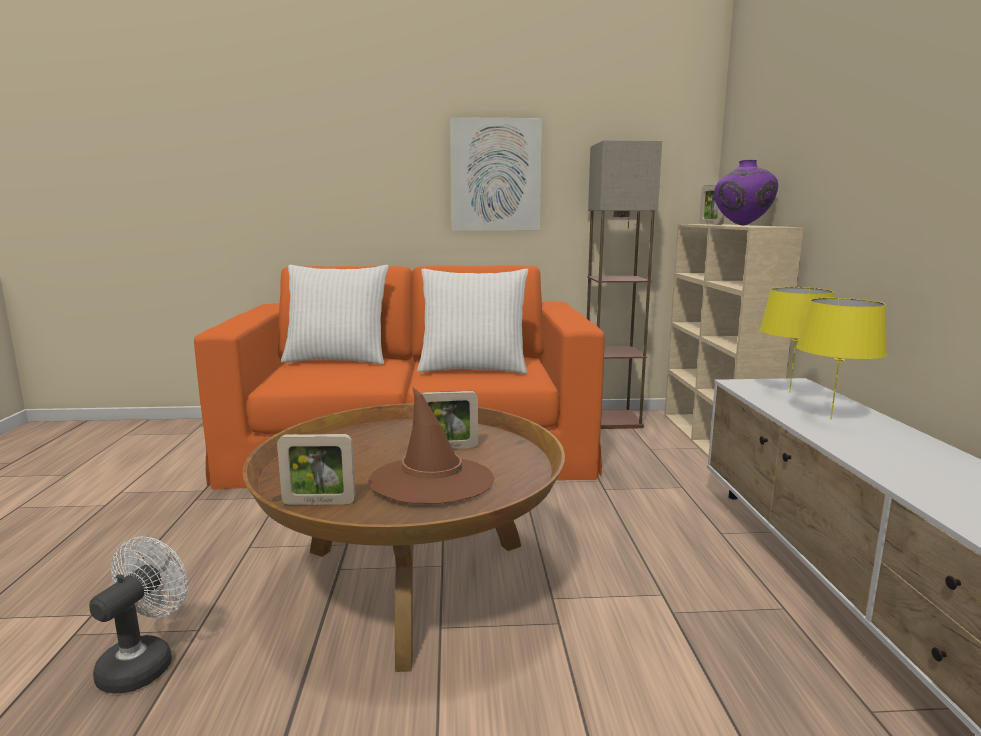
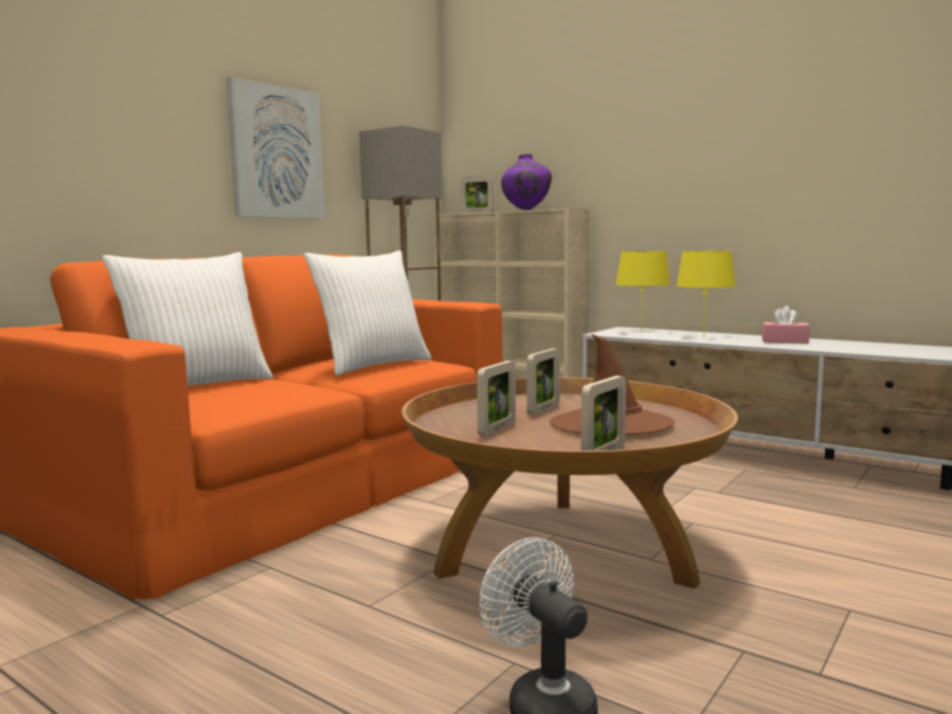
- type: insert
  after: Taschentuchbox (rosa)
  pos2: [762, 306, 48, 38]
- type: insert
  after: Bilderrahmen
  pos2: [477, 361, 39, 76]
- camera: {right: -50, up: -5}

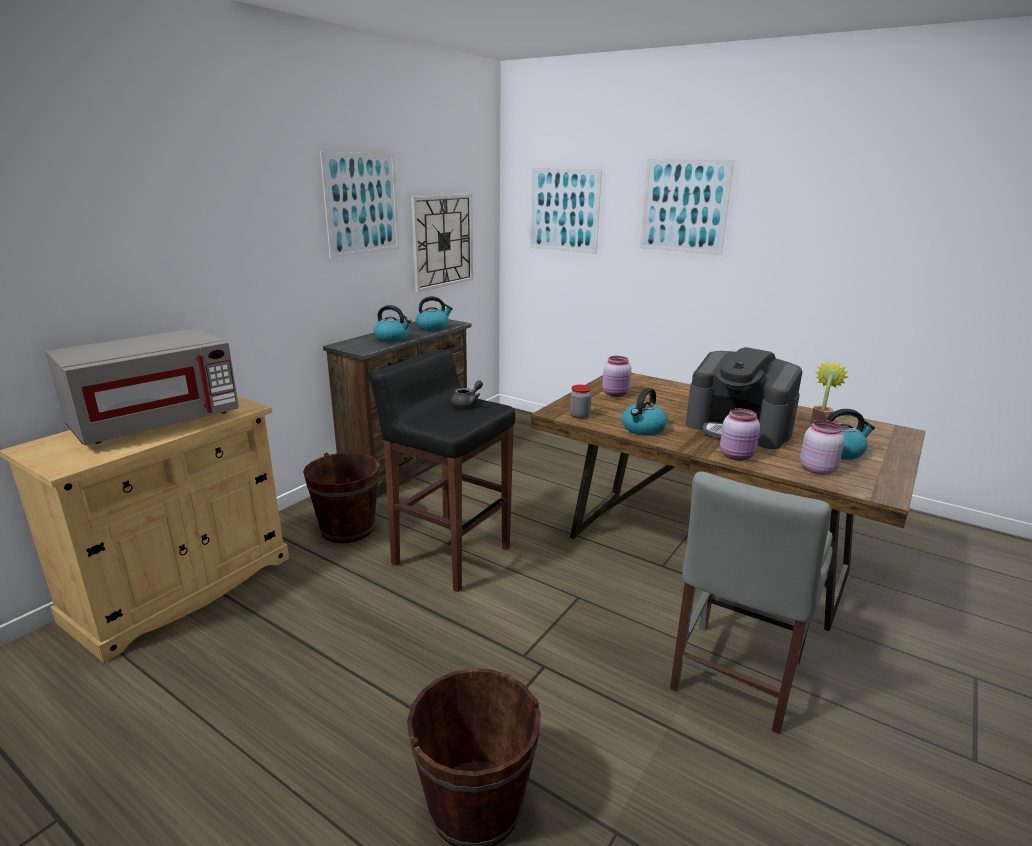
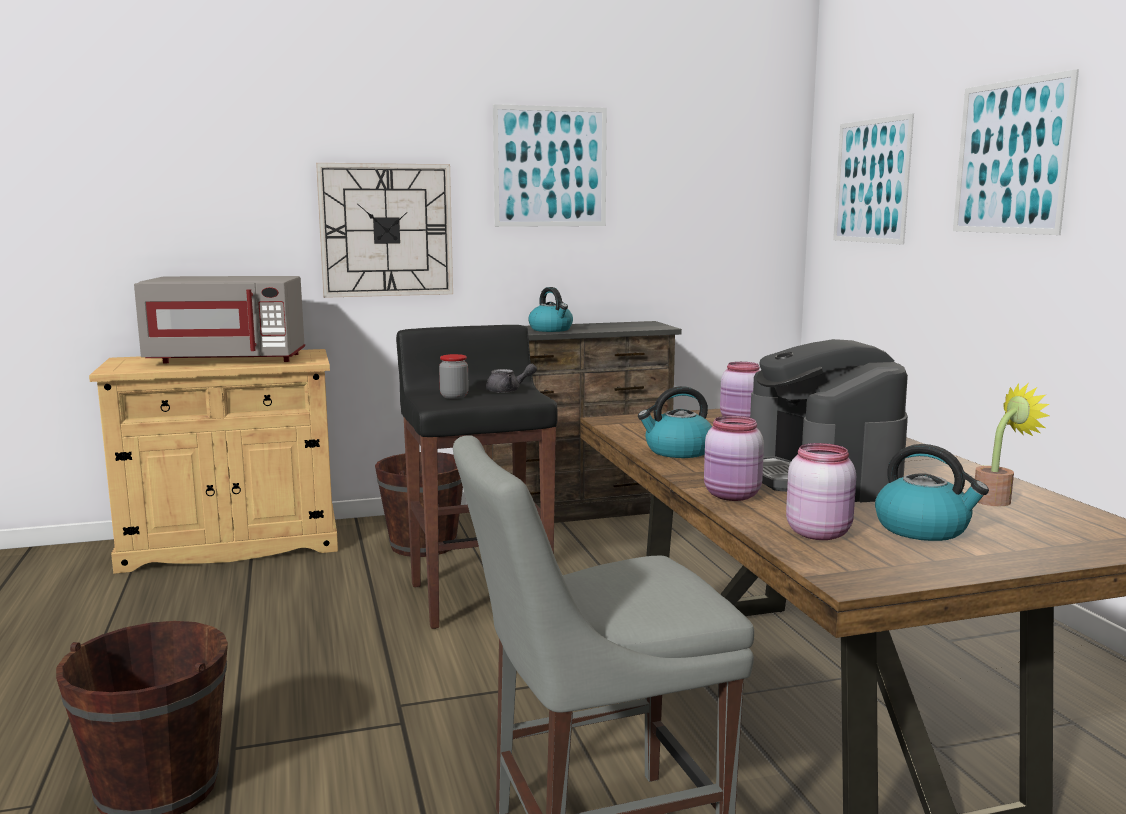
- type: move
  before: Wanduhr
  pos1: [411, 194, 62, 98]
  pos2: [316, 163, 137, 135]
- type: delete
  before: Wasserkessel
  pos1: [416, 296, 37, 35]
- type: move
  before: Vorratsglas
  pos1: [570, 385, 22, 34]
  pos2: [439, 354, 30, 45]
- camera: {right: 40, up: -10}

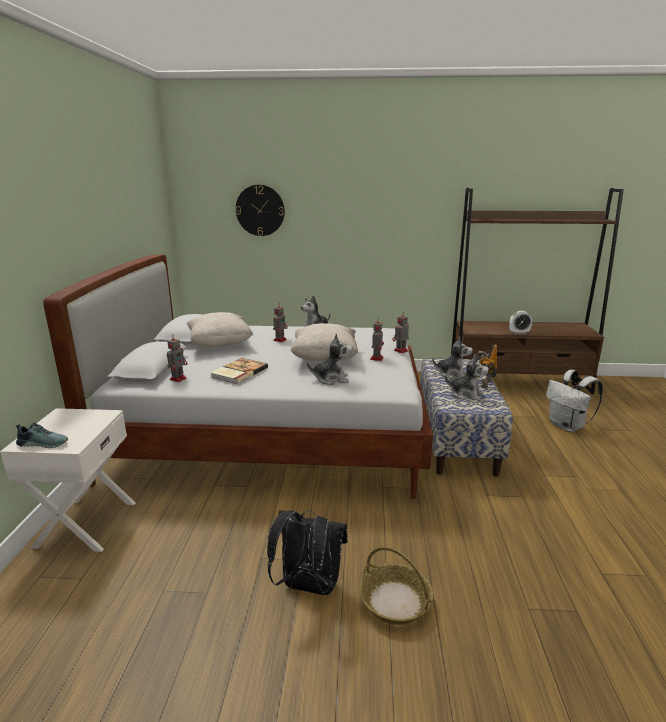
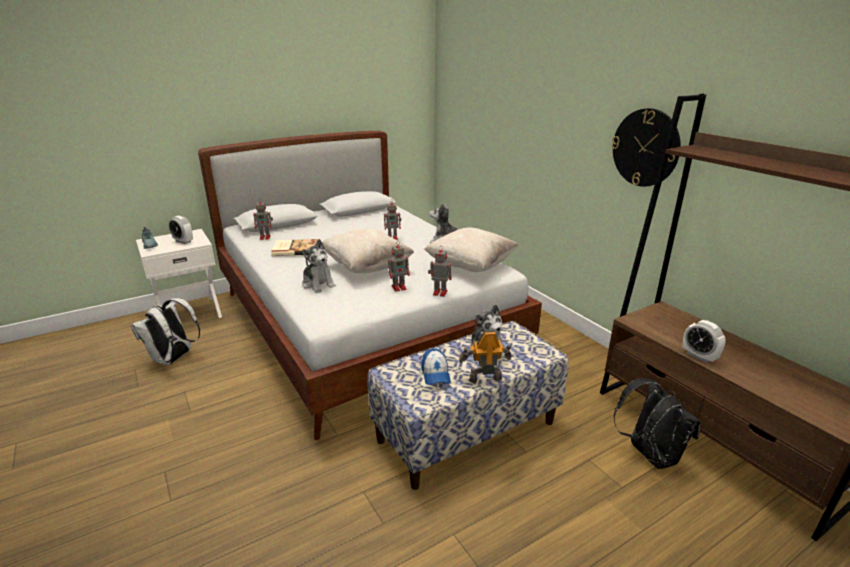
- type: move
  before: Wanduhr
  pos1: [235, 185, 50, 51]
  pos2: [612, 108, 69, 79]
- type: move
  before: Kissen (beige)
  pos1: [187, 312, 66, 35]
  pos2: [424, 228, 94, 44]
- type: replace
  before: Plüschtier
  after: Kappe
  pos1: [445, 354, 44, 47]
  pos2: [421, 348, 30, 37]
- type: move
  before: Rucksack (weiß)
  pos1: [546, 370, 57, 62]
  pos2: [131, 298, 69, 67]
- type: move
  before: Rucksack (schwarz)
  pos1: [267, 510, 81, 85]
  pos2: [614, 378, 87, 91]
- type: delete
  before: Korb
  pos1: [359, 547, 74, 78]
- type: insert
  after: Wecker
  pos2: [169, 216, 24, 28]
- camera: {right: 55, up: 5}

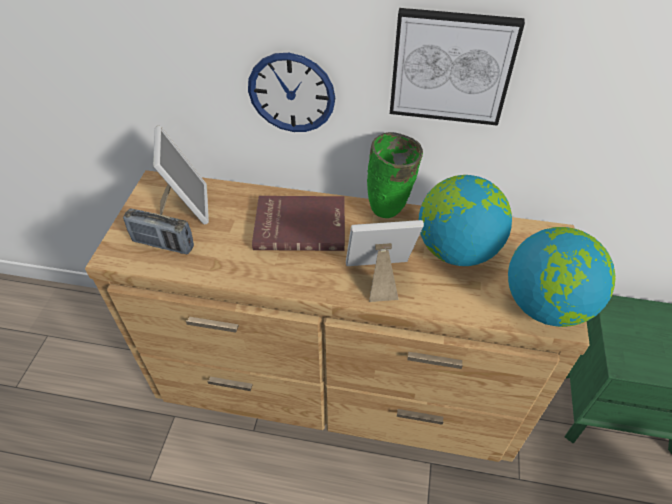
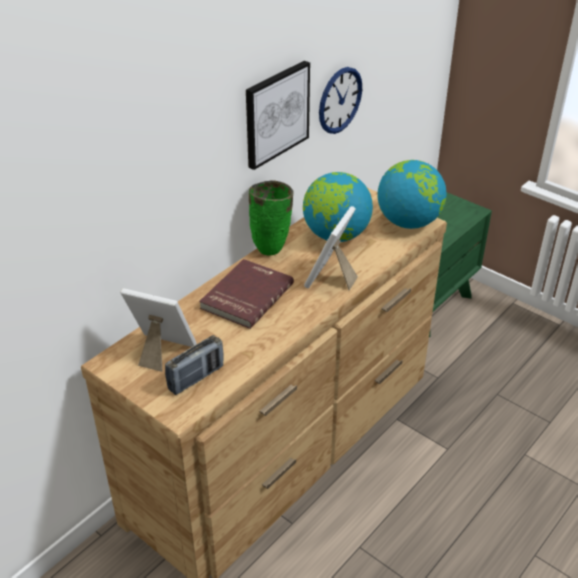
- type: move
  before: Wanduhr
  pos1: [248, 53, 87, 79]
  pos2: [319, 67, 43, 67]
- camera: {right: -60, up: -10}

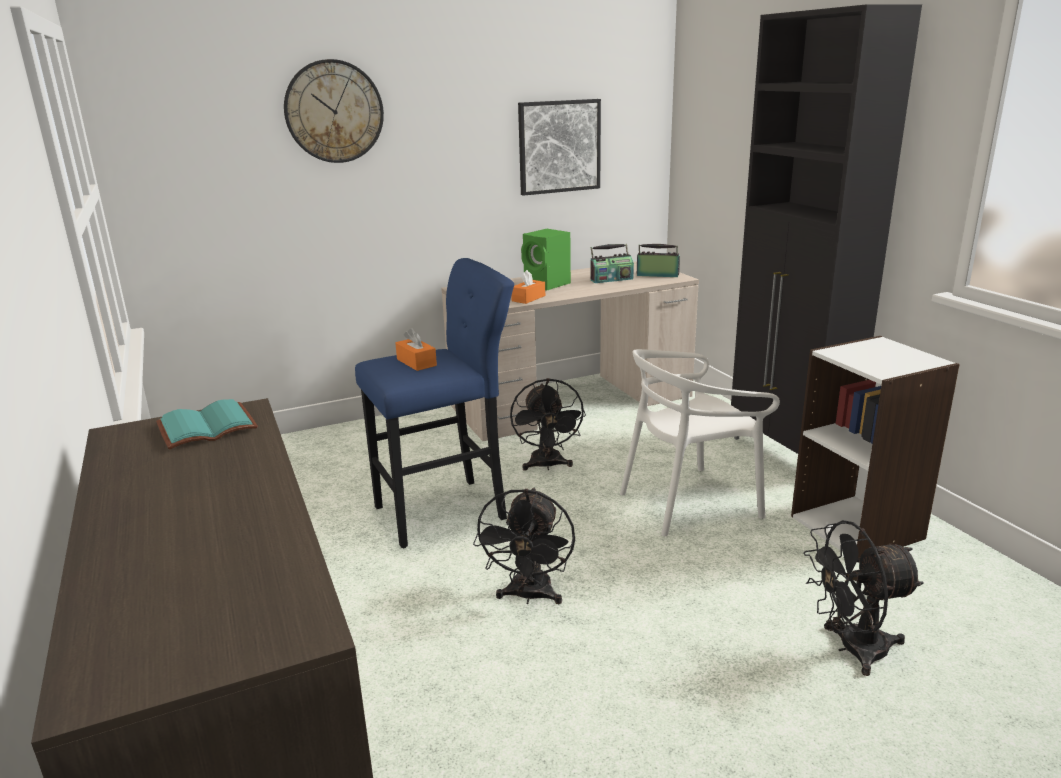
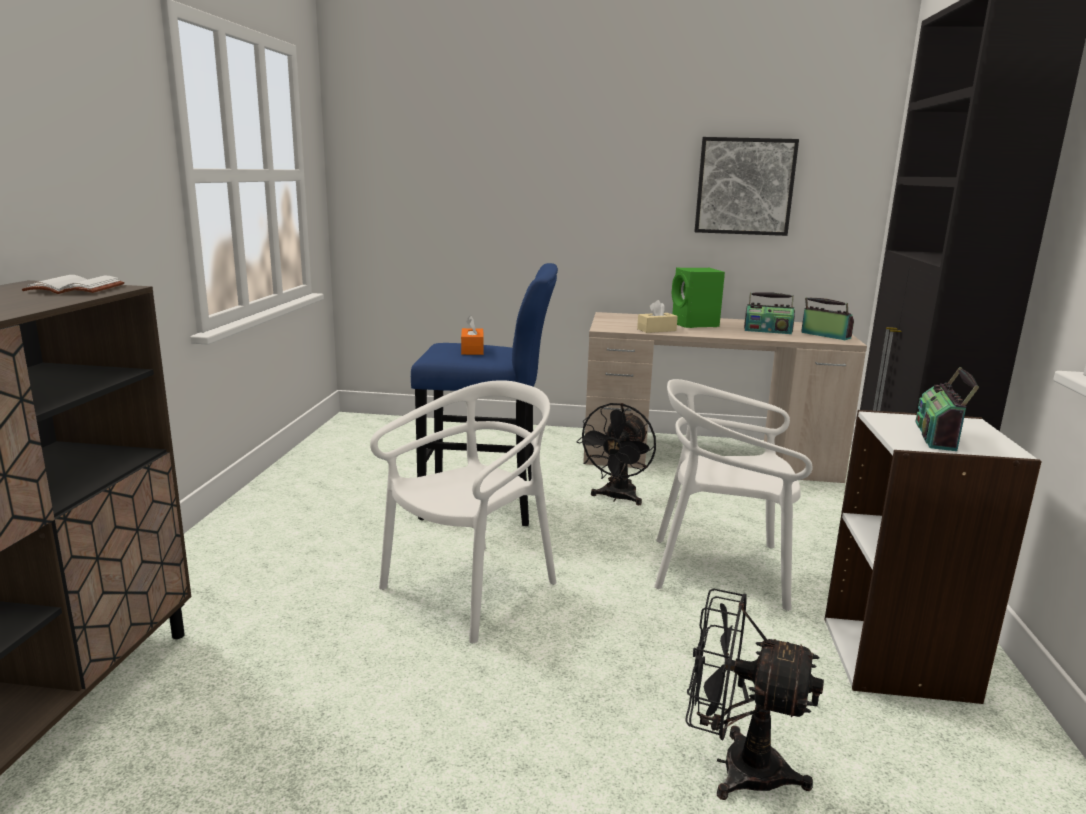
- type: delete
  before: Wanduhr
  pos1: [284, 59, 100, 104]
- type: recolor
  before: Taschentuchbox (orange)
  after: Taschentuchbox (beige)
  pos1: [511, 270, 34, 34]
  pos2: [637, 300, 41, 33]
- type: recolor
  before: Buch (türkis)
  after: Buch (weiß)
  pos1: [156, 399, 102, 50]
  pos2: [22, 275, 103, 19]
- type: replace
  before: Ventilator (schwarz)
  after: Stuhl (weiß)
  pos1: [473, 488, 102, 116]
  pos2: [370, 380, 186, 263]
- type: insert
  after: Radio
  pos2: [915, 367, 64, 84]
- camera: {right: 30, up: -5}

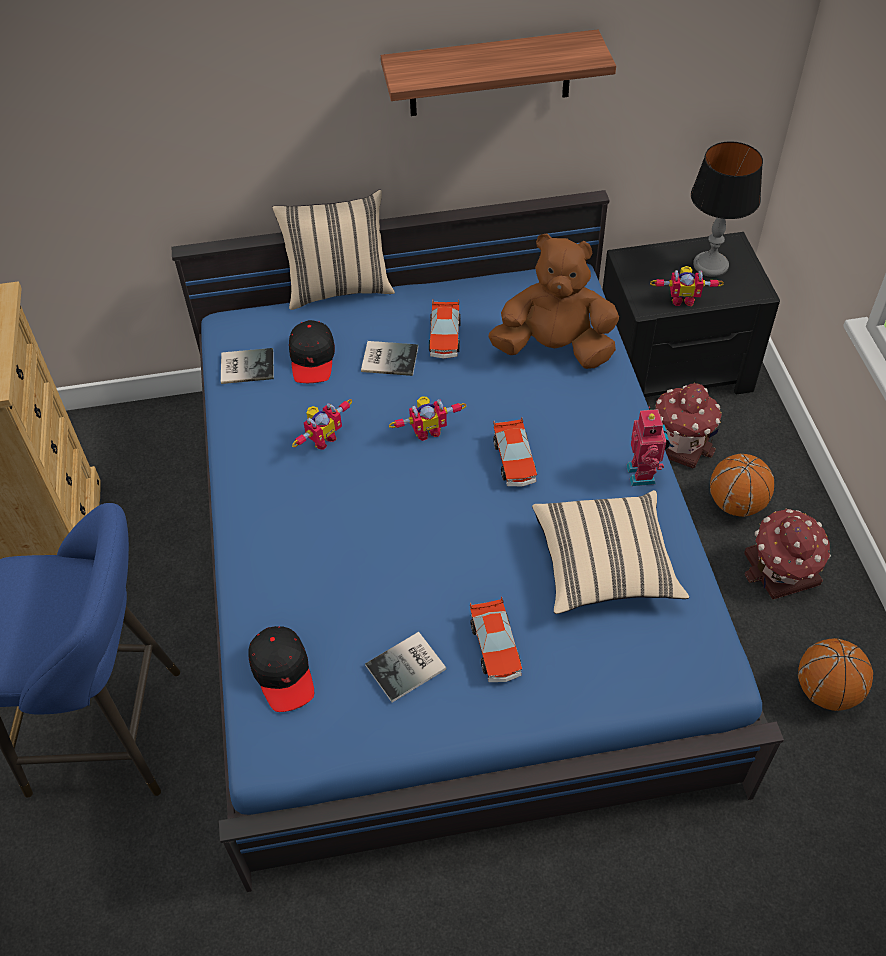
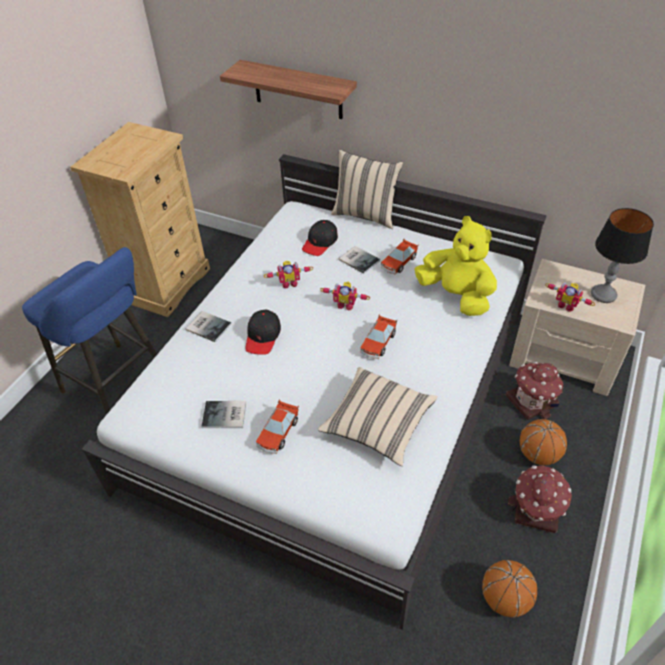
- type: move
  before: Wandregal
  pos1: [381, 29, 235, 87]
  pos2: [220, 60, 137, 59]
- type: recolor
  before: Bett (blau)
  after: Bett (weiß)
  pos1: [172, 190, 612, 702]
  pos2: [82, 154, 465, 476]
- type: recolor
  before: Nachttisch (schwarz)
  after: Nachttisch (beige)
  pos1: [602, 232, 178, 165]
  pos2: [509, 259, 136, 137]
- type: recolor
  before: Plüschtier (braun)
  after: Plüschtier (gelb)
  pos1: [488, 234, 131, 135]
  pos2: [415, 216, 82, 100]
- type: move
  before: Buch
  pos1: [221, 348, 53, 36]
  pos2: [186, 311, 45, 31]
- type: delete
  before: Spielzeugroboter
  pos1: [626, 406, 44, 80]
- type: move
  before: Kappe (schwarz)
  pos1: [248, 626, 66, 86]
  pos2: [246, 310, 35, 45]
- camera: {right: 35, up: -5}

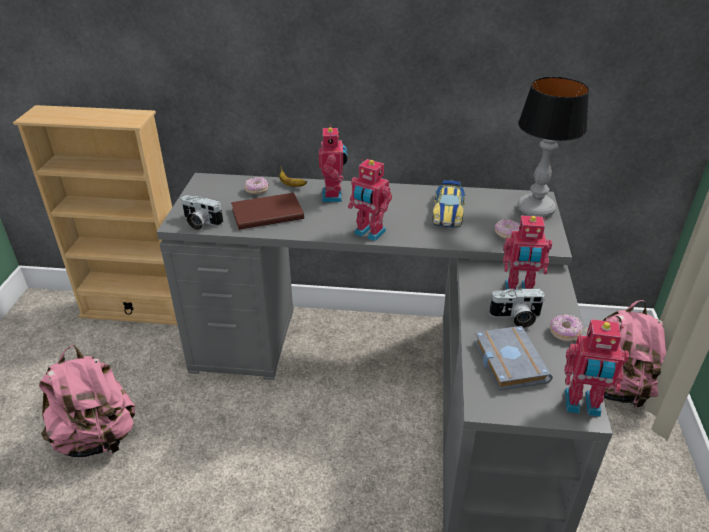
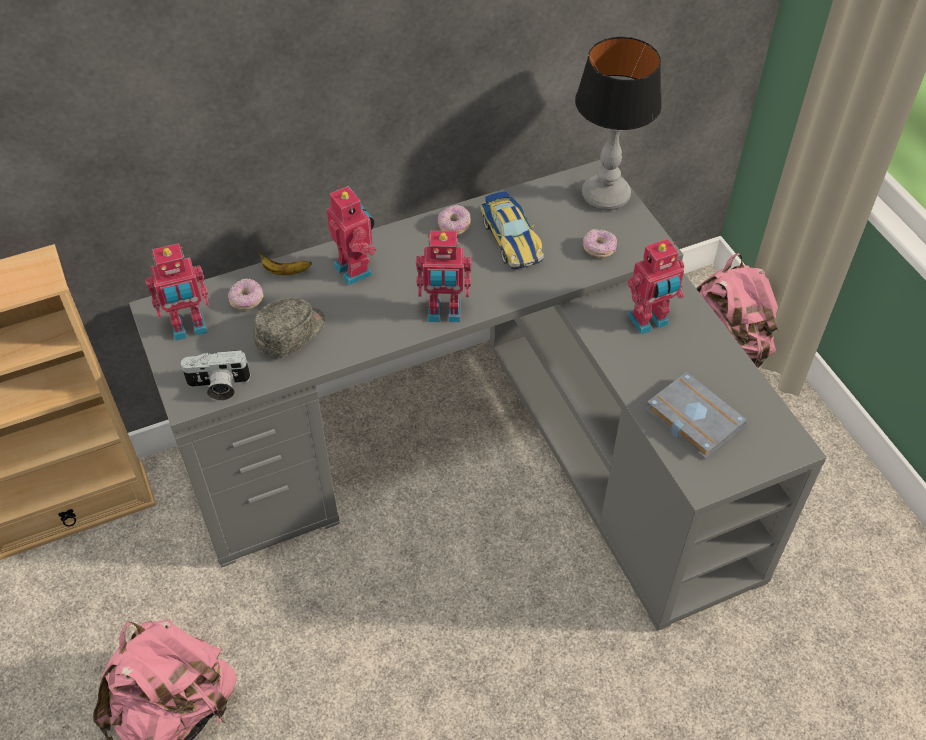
- type: replace
  before: Buch (braun)
  after: Kappe (grau)
  pos1: [231, 193, 73, 37]
  pos2: [253, 297, 73, 60]
- type: delete
  before: Kamera
  pos1: [489, 288, 56, 40]
- type: move
  before: Donut
  pos1: [550, 314, 33, 27]
  pos2: [438, 205, 33, 30]
- type: move
  before: Spielzeugroboter
  pos1: [565, 319, 64, 98]
  pos2: [145, 243, 64, 98]
- camera: {right: -30, up: 15}

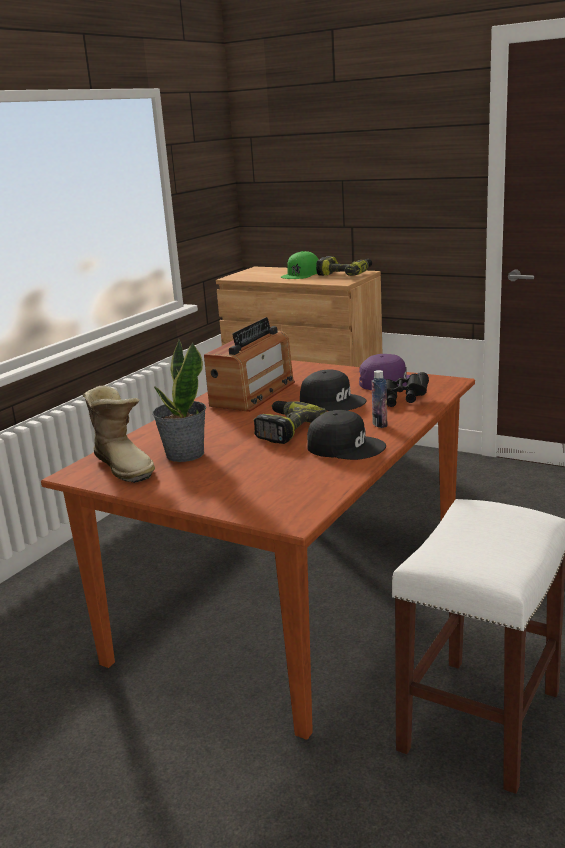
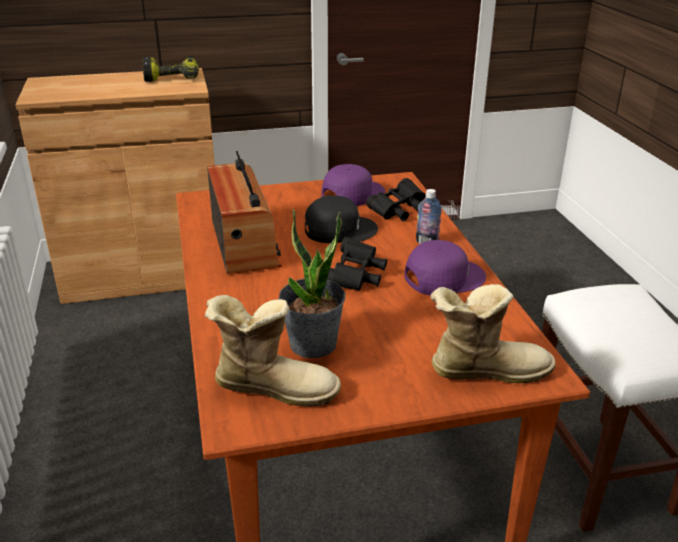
- type: delete
  before: Kappe (grün)
  pos1: [281, 251, 38, 28]
- type: replace
  before: Bohrmaschine
  after: Fernglas (schwarz)
  pos1: [254, 401, 73, 43]
  pos2: [327, 237, 60, 54]
- type: recolor
  before: Kappe (schwarz)
  after: Kappe (lila)
  pos1: [307, 410, 79, 50]
  pos2: [404, 240, 82, 55]
- type: insert
  after: Stiefel
  pos2: [430, 284, 125, 99]
- camera: {right: -45, up: 10}

